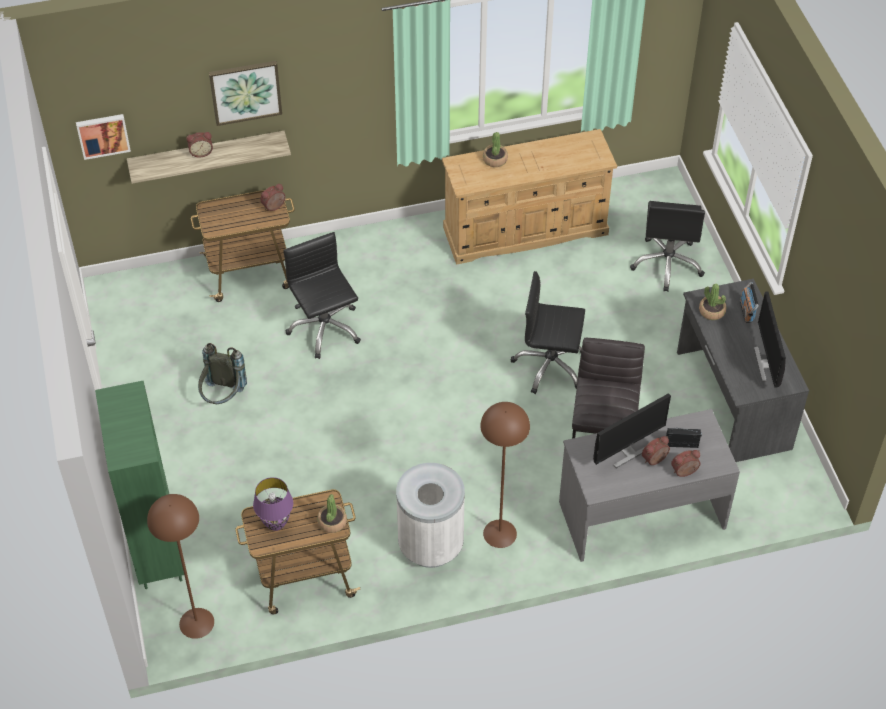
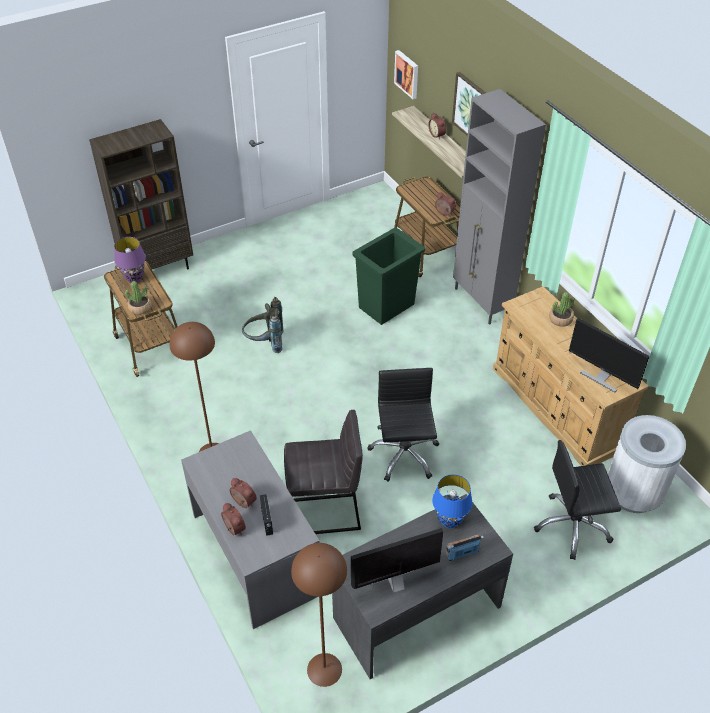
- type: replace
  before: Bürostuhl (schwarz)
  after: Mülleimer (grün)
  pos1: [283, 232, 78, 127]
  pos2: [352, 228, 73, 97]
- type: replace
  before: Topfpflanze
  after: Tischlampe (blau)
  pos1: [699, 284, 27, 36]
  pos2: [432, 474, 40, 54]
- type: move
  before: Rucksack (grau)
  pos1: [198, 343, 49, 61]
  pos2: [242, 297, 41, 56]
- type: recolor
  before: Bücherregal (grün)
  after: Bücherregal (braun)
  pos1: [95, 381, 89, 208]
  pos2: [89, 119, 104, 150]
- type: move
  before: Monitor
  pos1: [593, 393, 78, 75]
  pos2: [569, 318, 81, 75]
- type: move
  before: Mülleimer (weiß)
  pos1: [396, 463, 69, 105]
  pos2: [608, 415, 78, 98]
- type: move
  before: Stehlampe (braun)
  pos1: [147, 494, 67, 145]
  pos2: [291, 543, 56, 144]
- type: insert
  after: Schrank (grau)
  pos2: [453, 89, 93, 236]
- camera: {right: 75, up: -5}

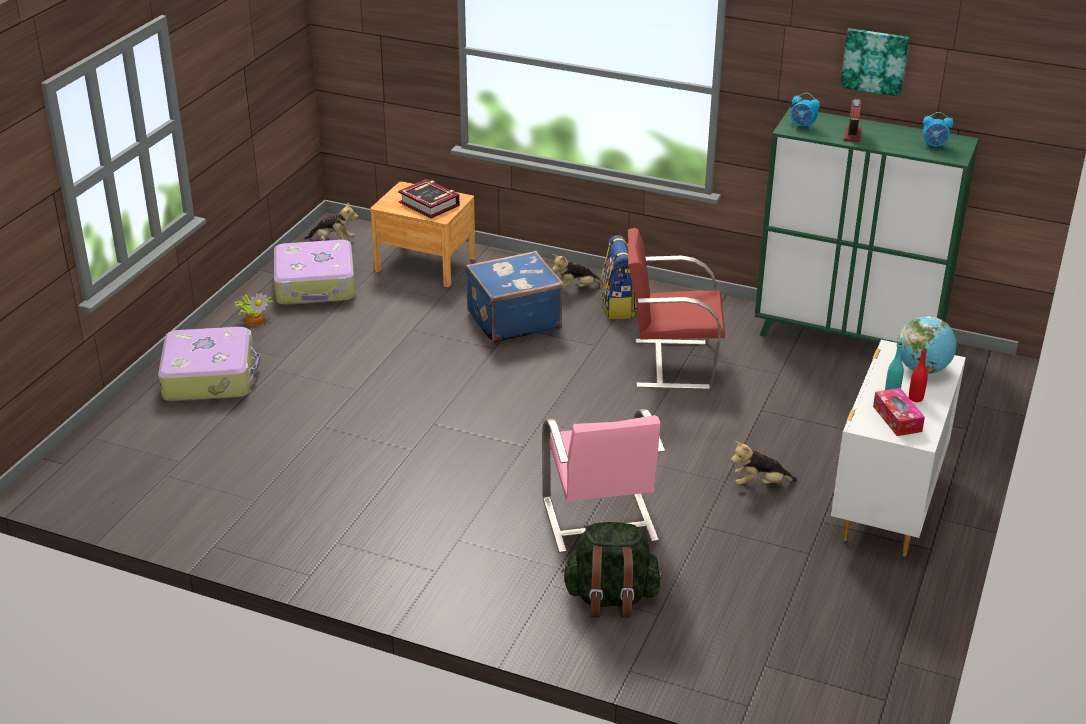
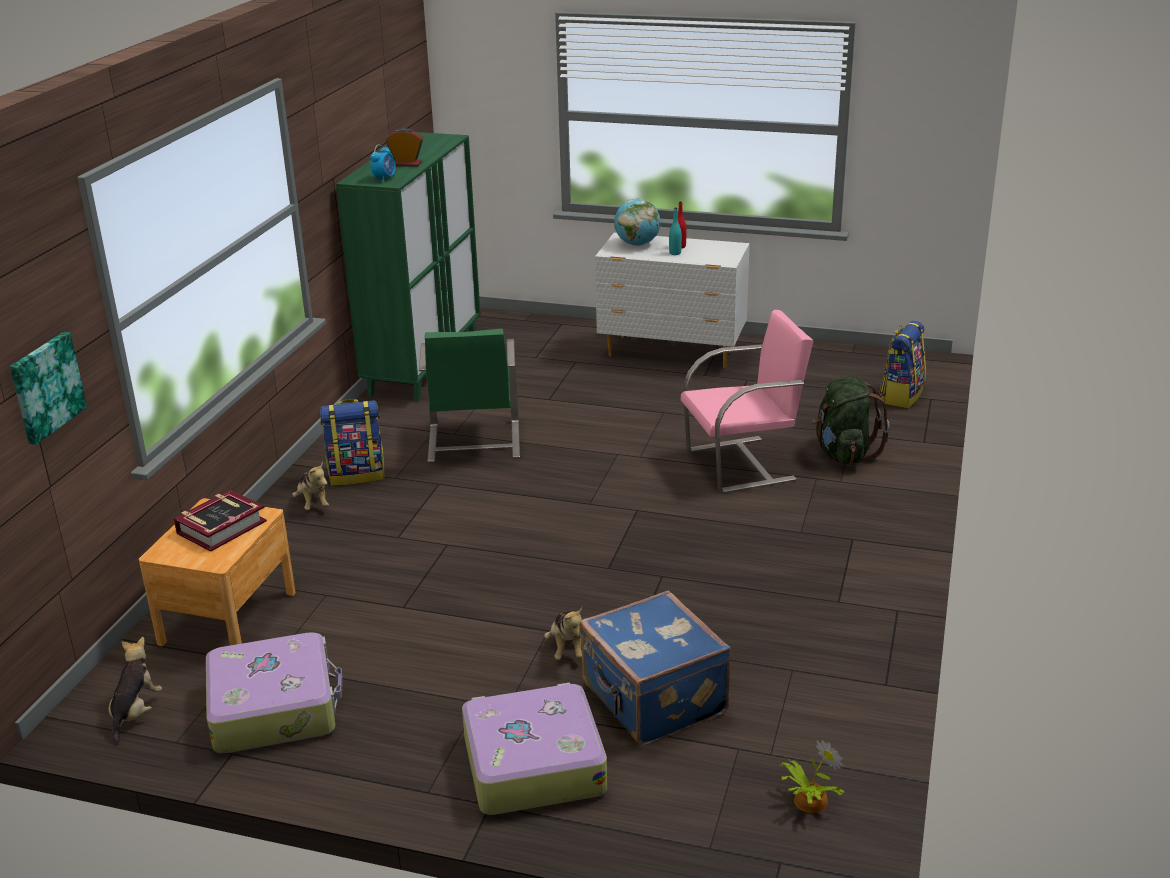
- type: move
  before: Bild
  pos1: [840, 28, 70, 69]
  pos2: [10, 332, 77, 113]
- type: delete
  before: Wecker
  pos1: [923, 112, 30, 37]
- type: recolor
  before: Stuhl (rot)
  after: Stuhl (grün)
  pos1: [628, 228, 97, 162]
  pos2: [419, 329, 101, 134]
- type: move
  before: Koffer (blau)
  pos1: [465, 251, 98, 93]
  pos2: [579, 590, 152, 156]
- type: move
  before: Topfpflanze
  pos1: [234, 293, 39, 34]
  pos2: [780, 740, 64, 73]
- type: delete
  before: Taschentuchbox
  pos1: [873, 388, 52, 48]
- type: move
  before: Plüschtier
  pos1: [731, 441, 66, 44]
  pos2: [544, 607, 38, 53]
- type: insert
  after: Rucksack
  pos2: [879, 321, 47, 87]
- camera: {right: -95, up: -5}

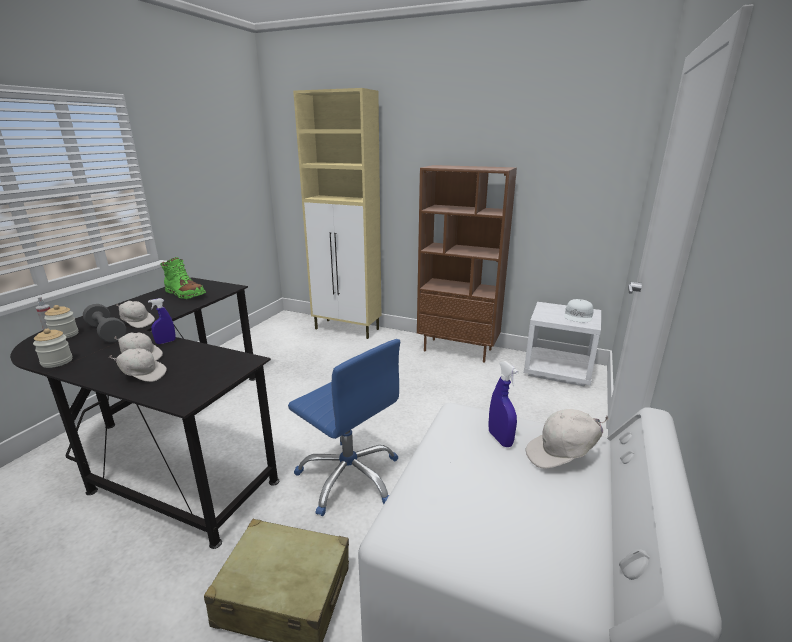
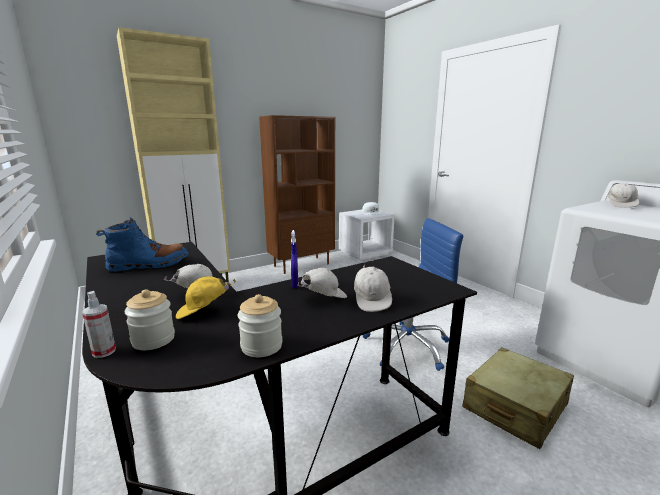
- type: recolor
  before: Stiefel (grün)
  after: Stiefel (blau)
  pos1: [160, 257, 46, 42]
  pos2: [96, 217, 93, 55]
- type: replace
  before: Hantel (grau)
  after: Kappe (gelb)
  pos1: [83, 304, 43, 39]
  pos2: [176, 276, 60, 43]
- type: rotate
  before: Kappe (weiß)
  pos1: [109, 348, 58, 34]
  pos2: [354, 265, 38, 47]
  turn: 135
- type: delete
  before: Sprühflasche (blau)
  pos1: [488, 361, 31, 86]
- camera: {right: -55, up: -5}

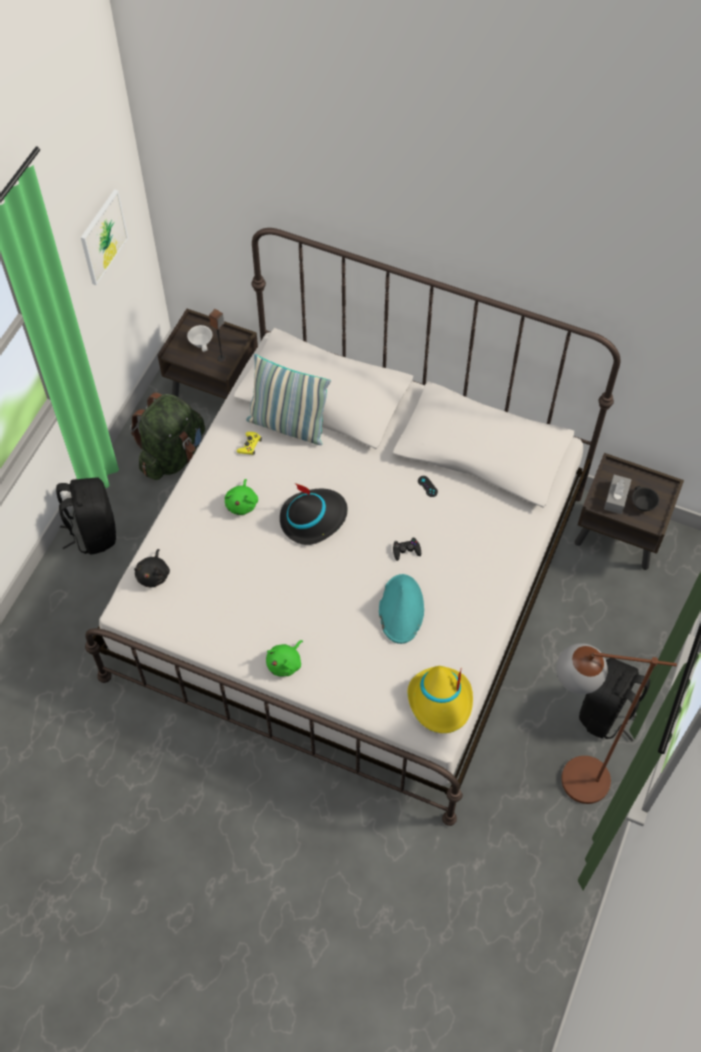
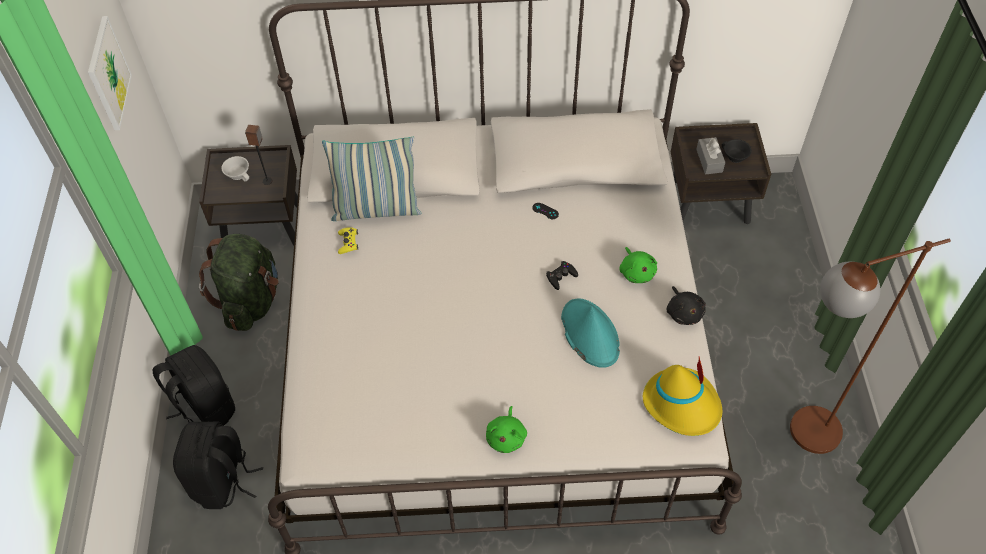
- type: move
  before: Plüschtier (grün)
  pos1: [225, 479, 33, 36]
  pos2: [620, 247, 37, 36]
- type: delete
  before: Hut (schwarz)
  pos1: [280, 483, 68, 62]
- type: move
  before: Plüschtier (schwarz)
  pos1: [134, 549, 36, 38]
  pos2: [666, 286, 40, 39]
- type: move
  before: Rucksack (schwarz)
  pos1: [579, 658, 71, 83]
  pos2: [173, 421, 90, 88]
- camera: {right: -25, up: -5}

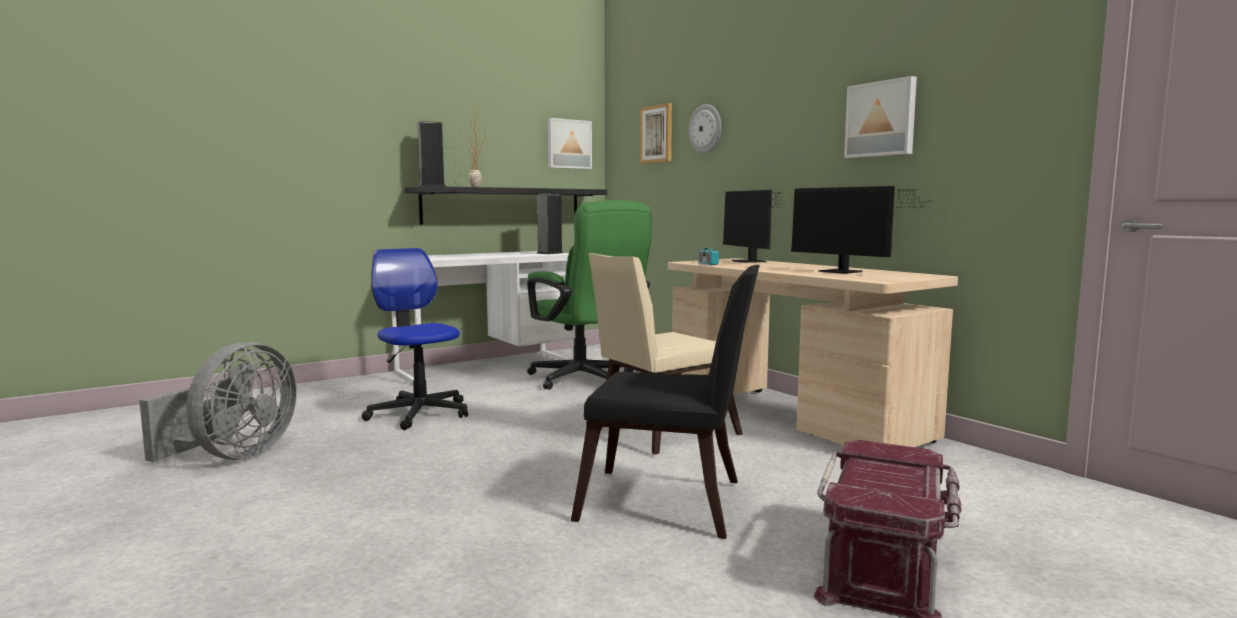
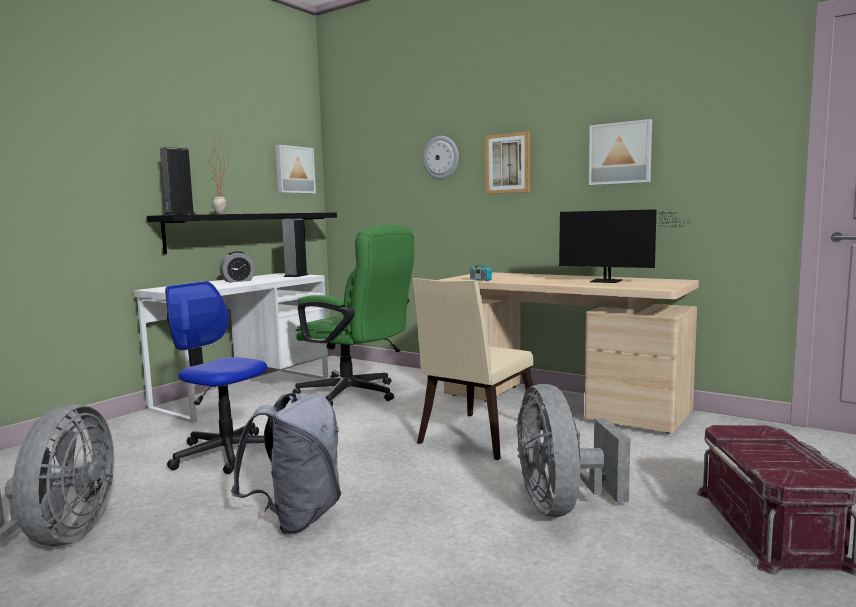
- type: move
  before: Bild
  pos1: [640, 103, 32, 61]
  pos2: [485, 131, 45, 63]
- type: delete
  before: Monitor
  pos1: [723, 190, 65, 73]
- type: replace
  before: Stuhl (schwarz)
  after: Ventilator (grau)
  pos1: [571, 265, 189, 274]
  pos2: [517, 384, 113, 133]
- type: insert
  after: Wecker
  pos2: [220, 251, 35, 32]
- type: insert
  after: Rucksack (grau)
  pos2: [231, 393, 110, 142]
- camera: {right: -20, up: 0}

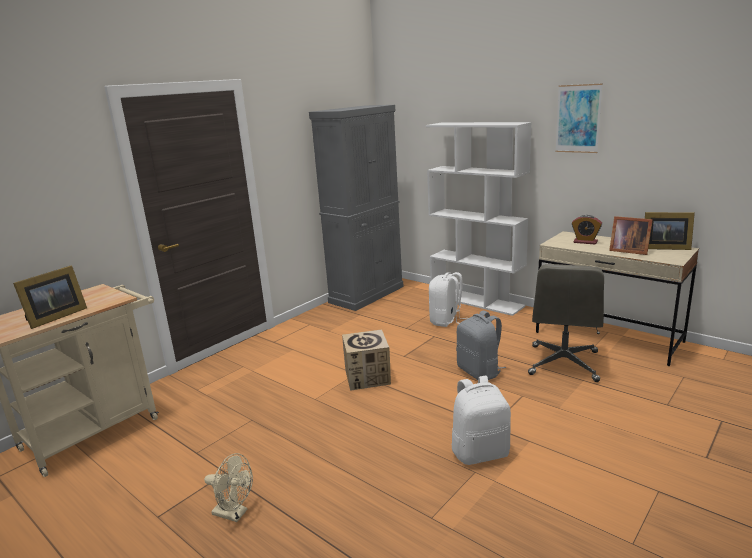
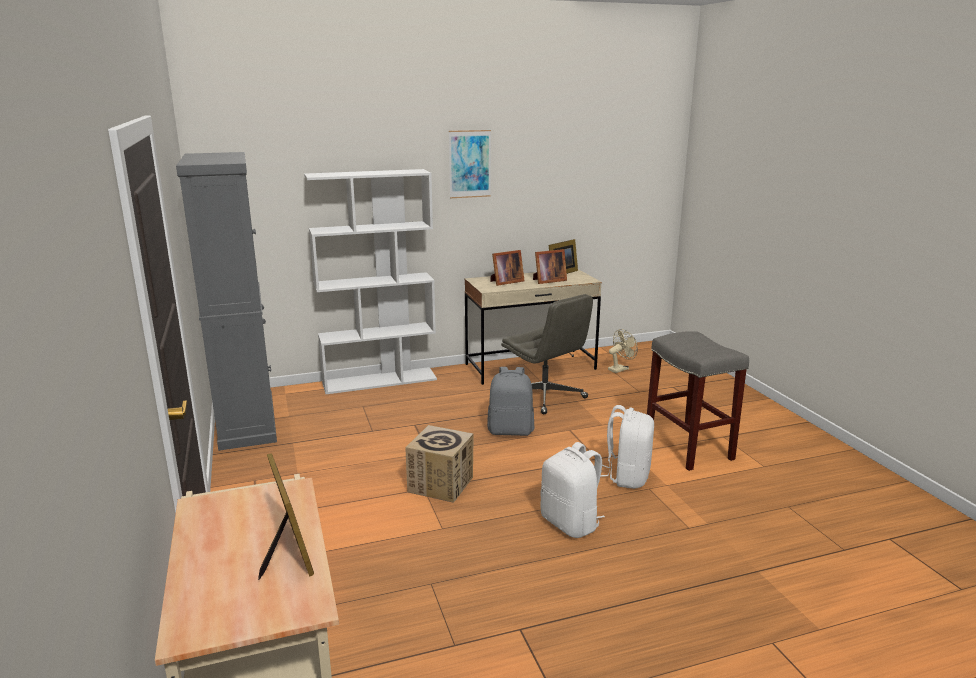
- type: replace
  before: Wecker
  after: Bilderrahmen
  pos1: [572, 215, 30, 30]
  pos2: [490, 250, 35, 36]
- type: move
  before: Rucksack (weiß)
  pos1: [429, 272, 39, 55]
  pos2: [540, 442, 65, 96]
- type: move
  before: Ventilator (beige)
  pos1: [204, 453, 49, 69]
  pos2: [608, 329, 30, 44]
- type: insert
  after: Hocker (grau)
  pos2: [647, 331, 102, 140]
- camera: {right: -60, up: 0}

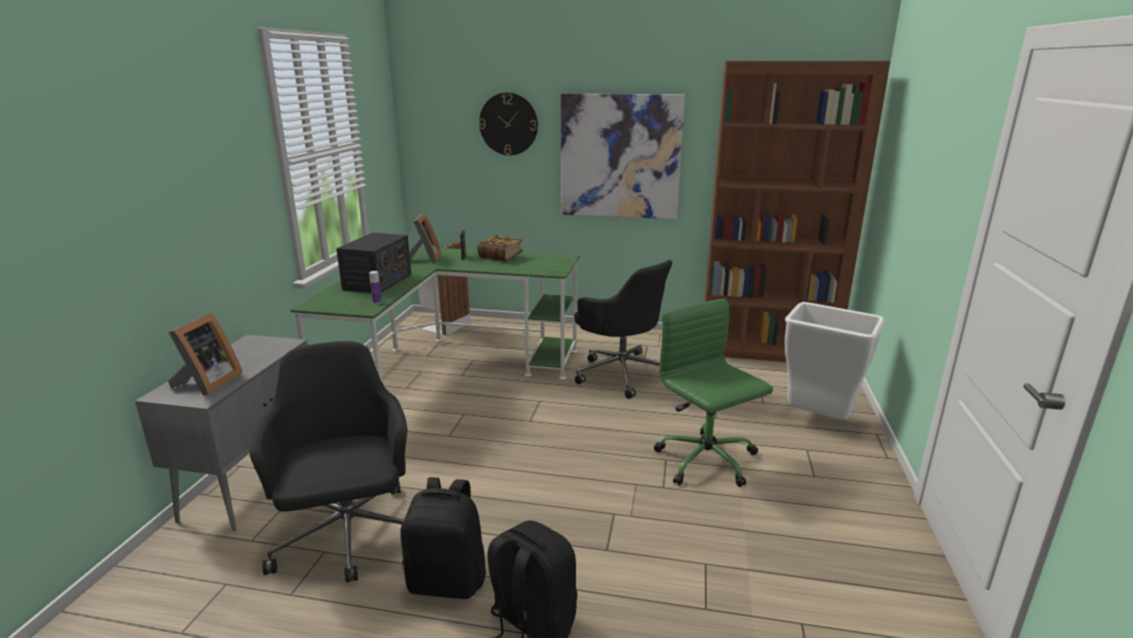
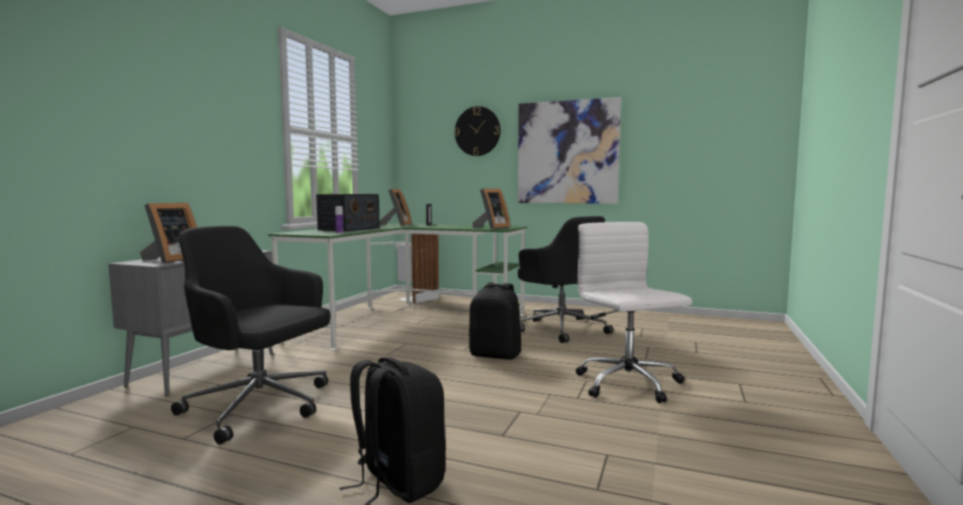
- type: delete
  before: Bücherregal (braun)
  pos1: [704, 61, 186, 301]
- type: delete
  before: Buch
  pos1: [477, 235, 46, 27]
- type: recolor
  before: Bürostuhl (grün)
  after: Bürostuhl (weiß)
  pos1: [654, 298, 119, 189]
  pos2: [576, 222, 116, 181]
- type: delete
  before: Mülleimer (weiß)
  pos1: [785, 302, 100, 118]
- type: rotate
  before: Bürostuhl (schwarz)
  pos1: [249, 341, 158, 242]
  pos2: [171, 226, 160, 219]
  turn: -60
- type: move
  before: Rucksack (schwarz)
  pos1: [400, 477, 86, 122]
  pos2: [469, 282, 52, 78]
- type: insert
  after: Bilderrahmen
  pos2: [473, 189, 38, 40]
- camera: {right: 10, up: -15}

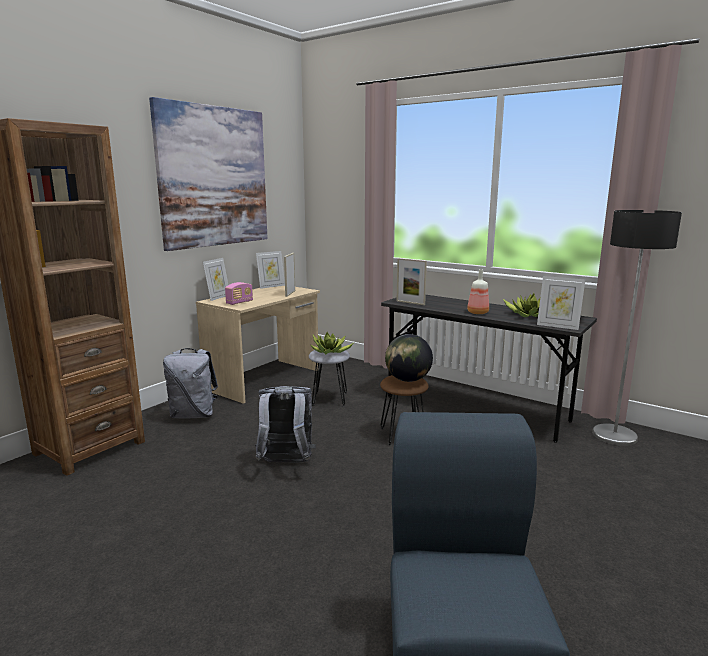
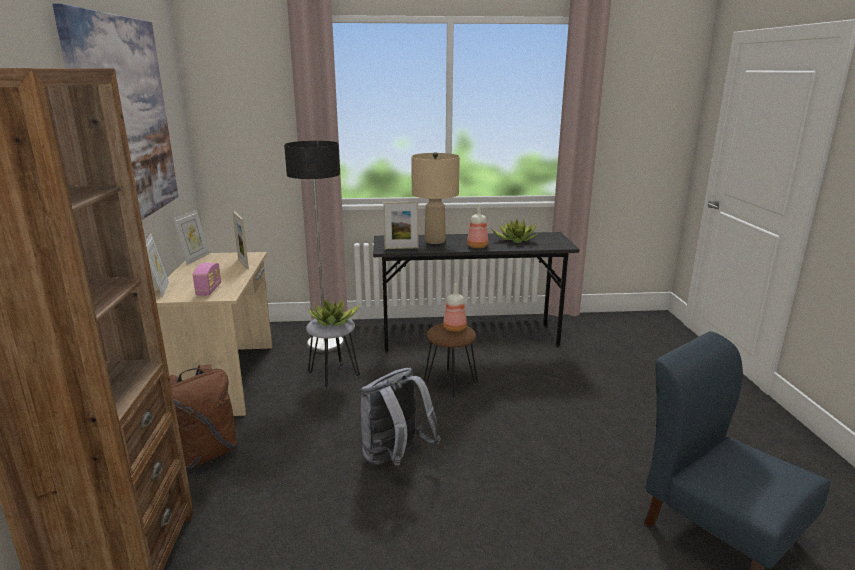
- type: move
  before: Stehlampe
  pos1: [592, 210, 90, 236]
  pos2: [284, 141, 60, 211]
- type: delete
  before: Bilderrahmen
  pos1: [537, 276, 48, 54]
- type: replace
  before: Globus
  after: Flasche
  pos1: [385, 334, 48, 48]
  pos2: [443, 283, 24, 49]
- type: recolor
  before: Rucksack (grau)
  after: Rucksack (braun)
  pos1: [163, 348, 55, 71]
  pos2: [170, 365, 67, 104]
- type: insert
  after: Tischlampe (beige)
  pos2: [411, 152, 49, 92]
- camera: {right: -40, up: 5}

